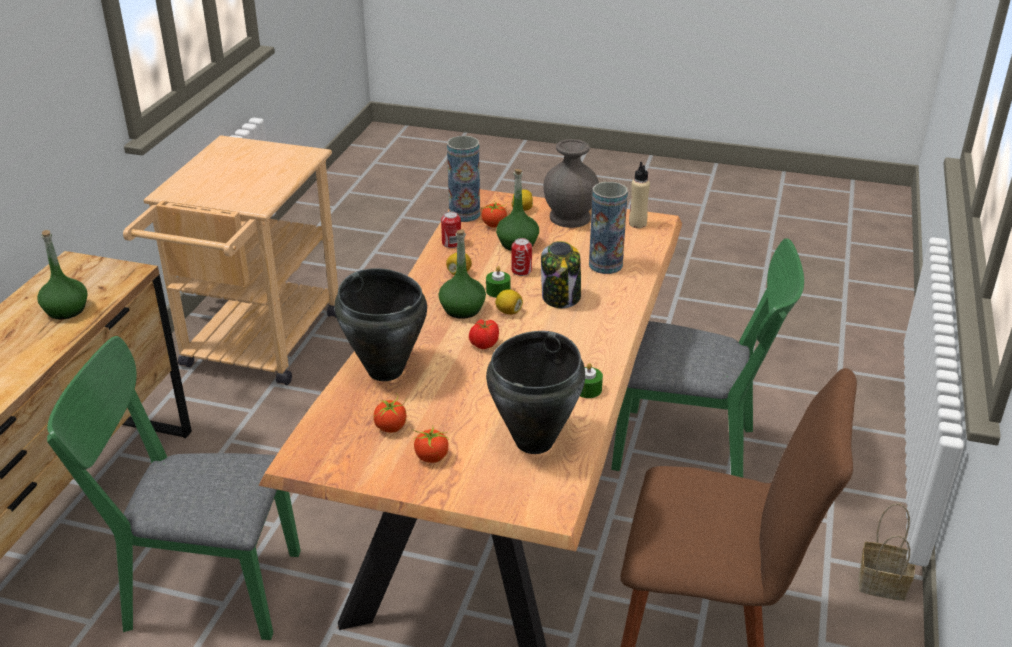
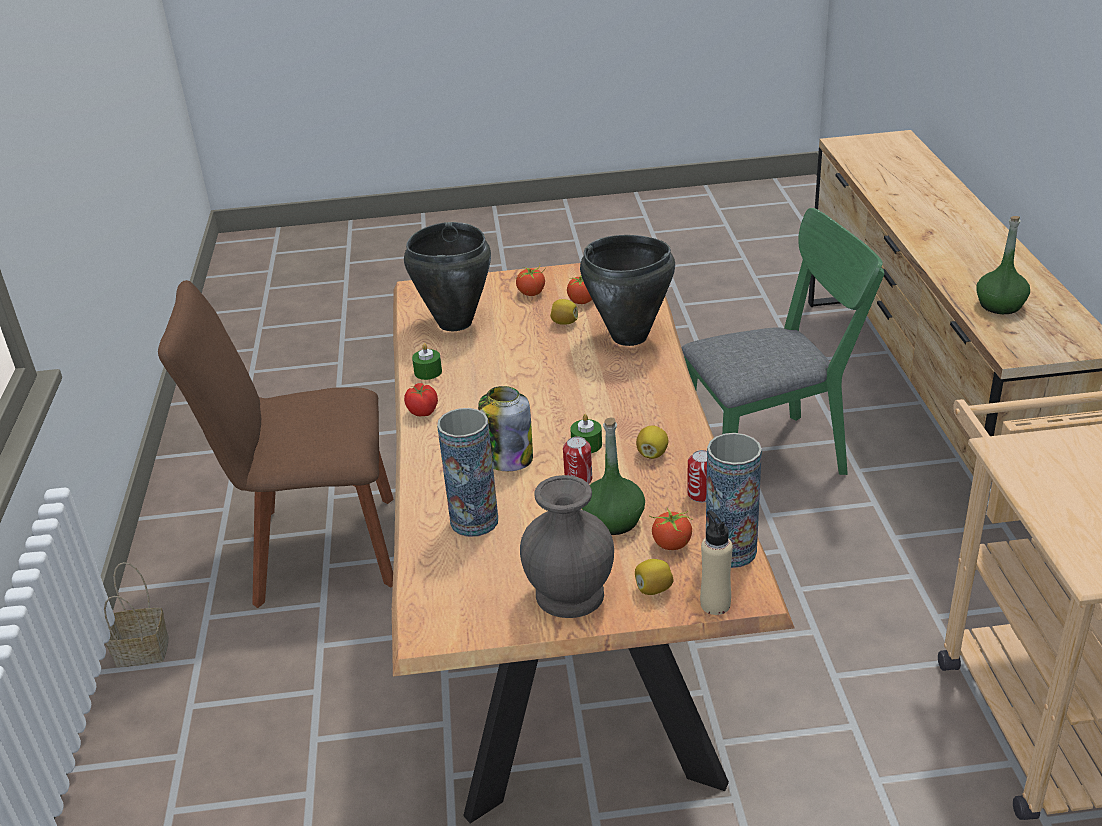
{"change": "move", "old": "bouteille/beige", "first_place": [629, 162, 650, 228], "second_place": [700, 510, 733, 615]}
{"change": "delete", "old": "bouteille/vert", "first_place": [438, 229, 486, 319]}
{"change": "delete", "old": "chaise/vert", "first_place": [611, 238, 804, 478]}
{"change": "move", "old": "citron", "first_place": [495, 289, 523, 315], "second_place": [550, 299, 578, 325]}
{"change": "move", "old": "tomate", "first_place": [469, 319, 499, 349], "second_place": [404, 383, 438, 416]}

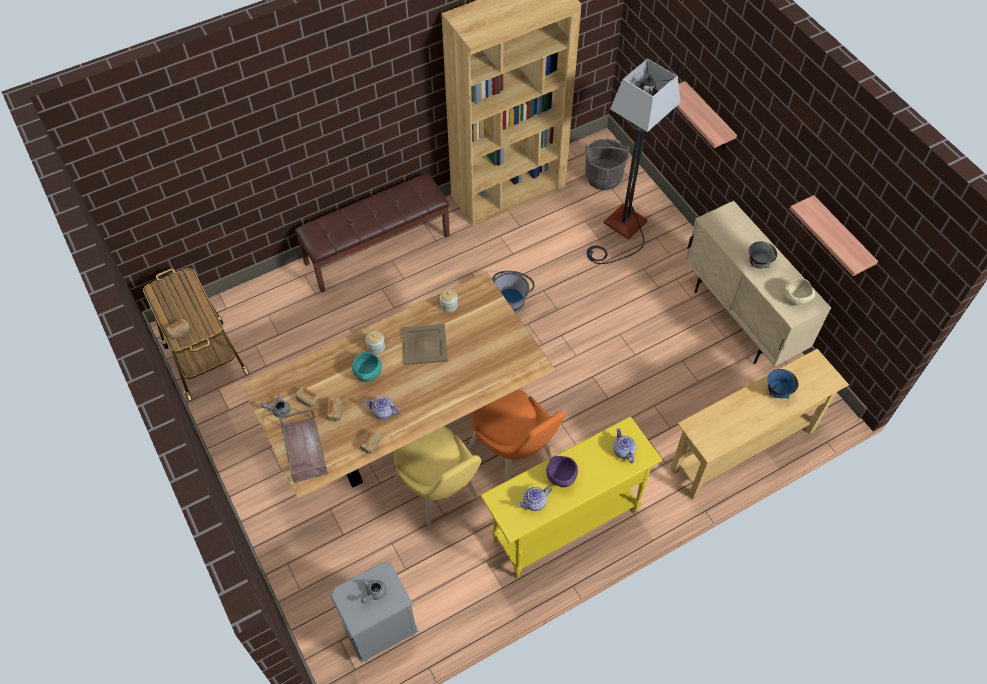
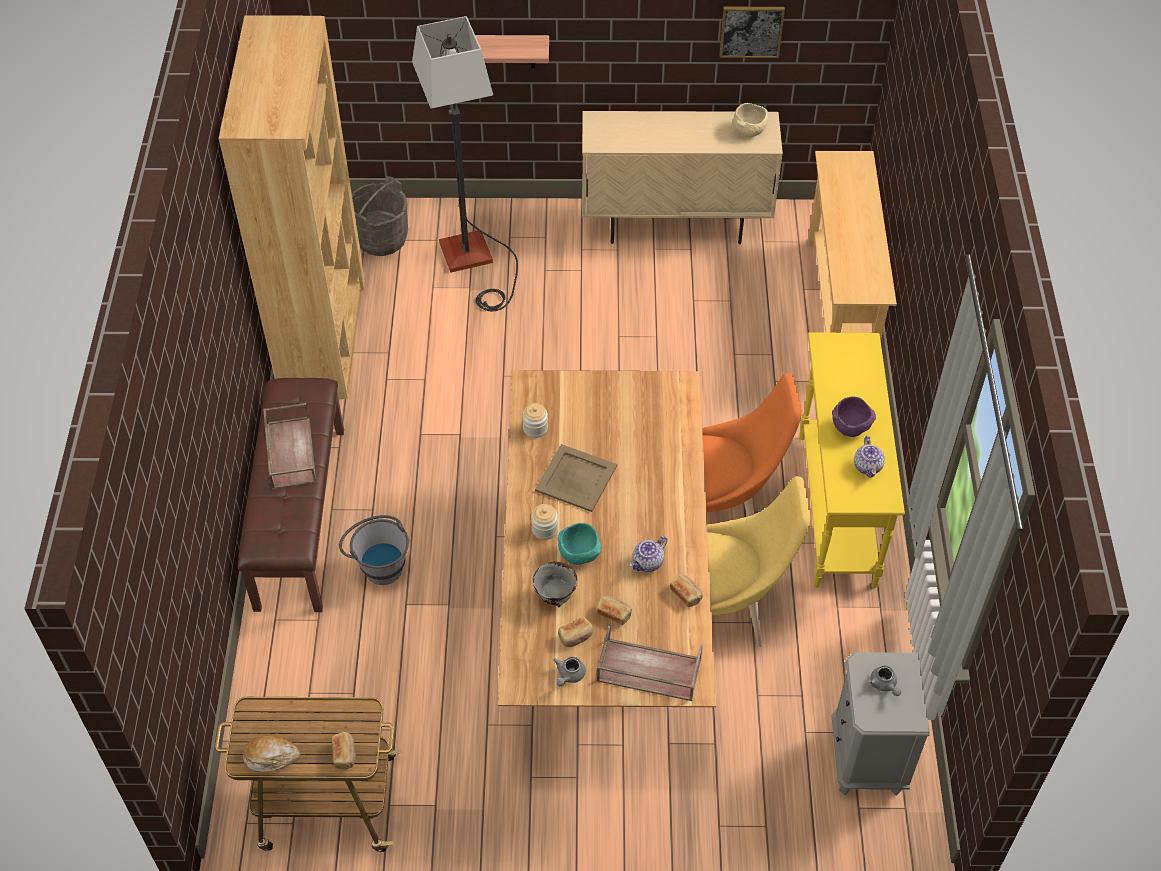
{"change": "replace", "old": "étagère", "new": "tableau", "first_place": [790, 195, 878, 276], "second_place": [720, 7, 785, 58]}
{"change": "move", "old": "bol/gris", "first_place": [749, 241, 777, 269], "second_place": [533, 562, 578, 607]}
{"change": "move", "old": "seau/gris", "first_place": [492, 271, 535, 314], "second_place": [339, 515, 409, 585]}
{"change": "delete", "old": "bol/bleu", "first_place": [767, 369, 798, 399]}
{"change": "delete", "old": "théière", "first_place": [613, 428, 636, 463]}
{"change": "insert", "new": "plateau/marron", "second_place": [263, 403, 316, 490]}
{"change": "insert", "new": "pain", "second_place": [243, 735, 300, 772]}

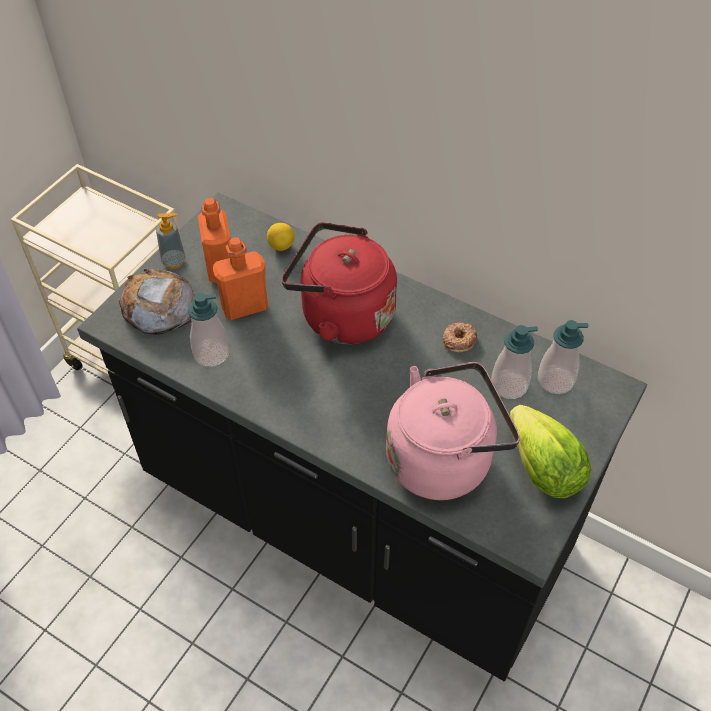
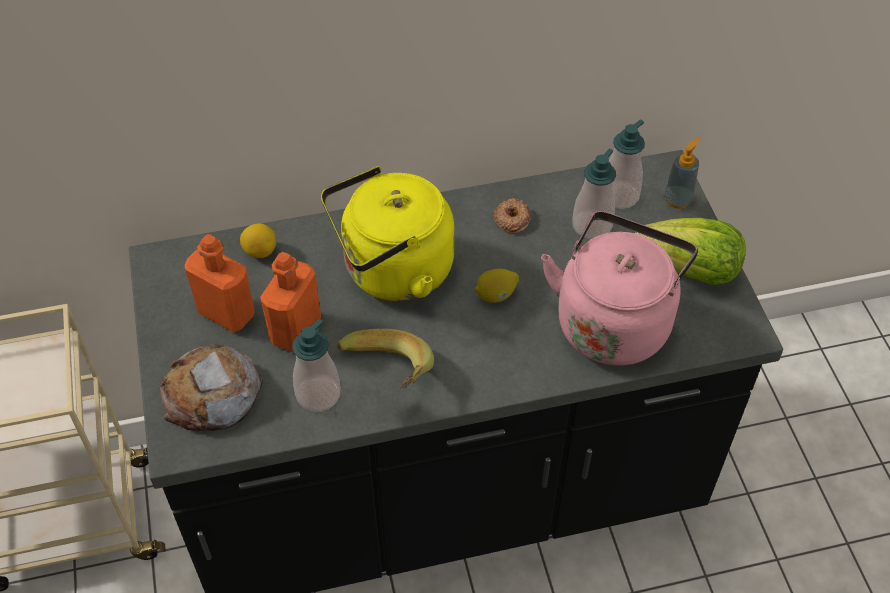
{"change": "move", "old": "distributeur de savon", "first_place": [156, 213, 186, 269], "second_place": [664, 138, 700, 209]}
{"change": "recolor", "old": "bouilloire/rouge", "new": "bouilloire/jaune", "first_place": [282, 222, 397, 345], "second_place": [321, 166, 454, 301]}
{"change": "insert", "new": "citron", "second_place": [475, 269, 519, 303]}
{"change": "insert", "new": "banane", "second_place": [337, 329, 434, 388]}

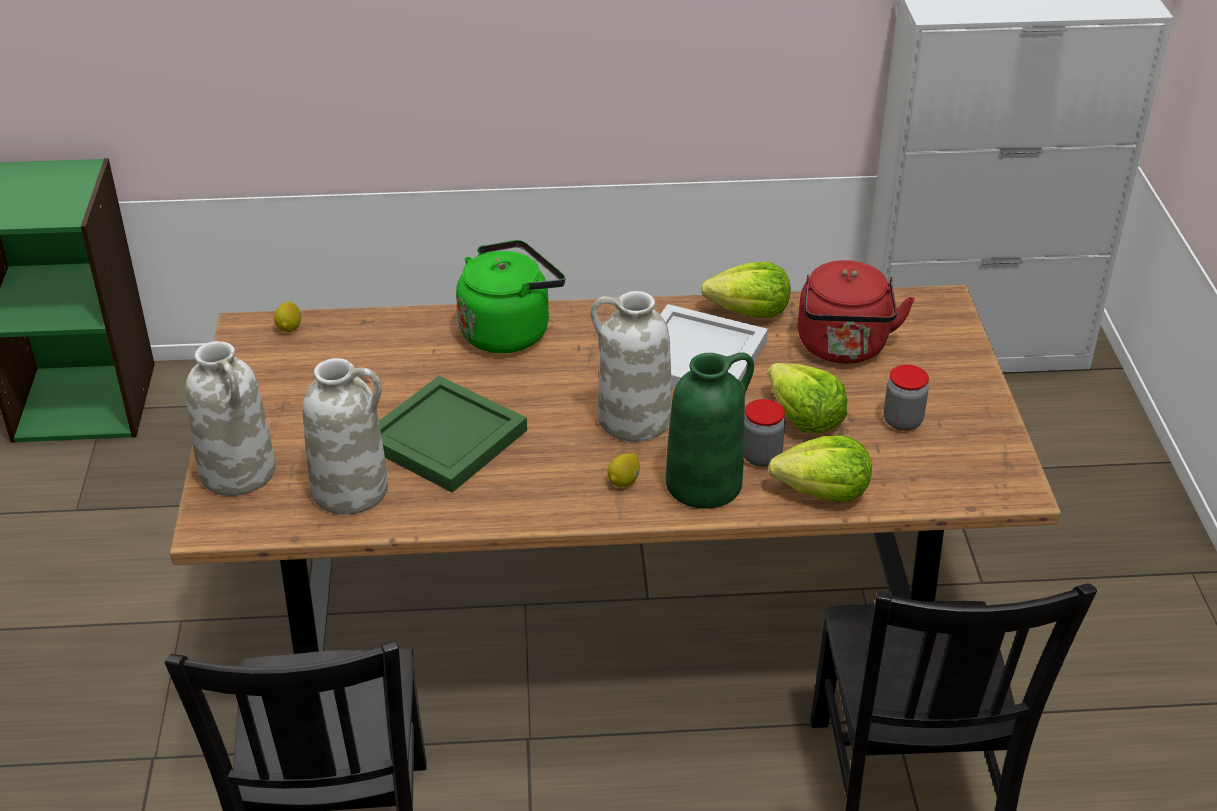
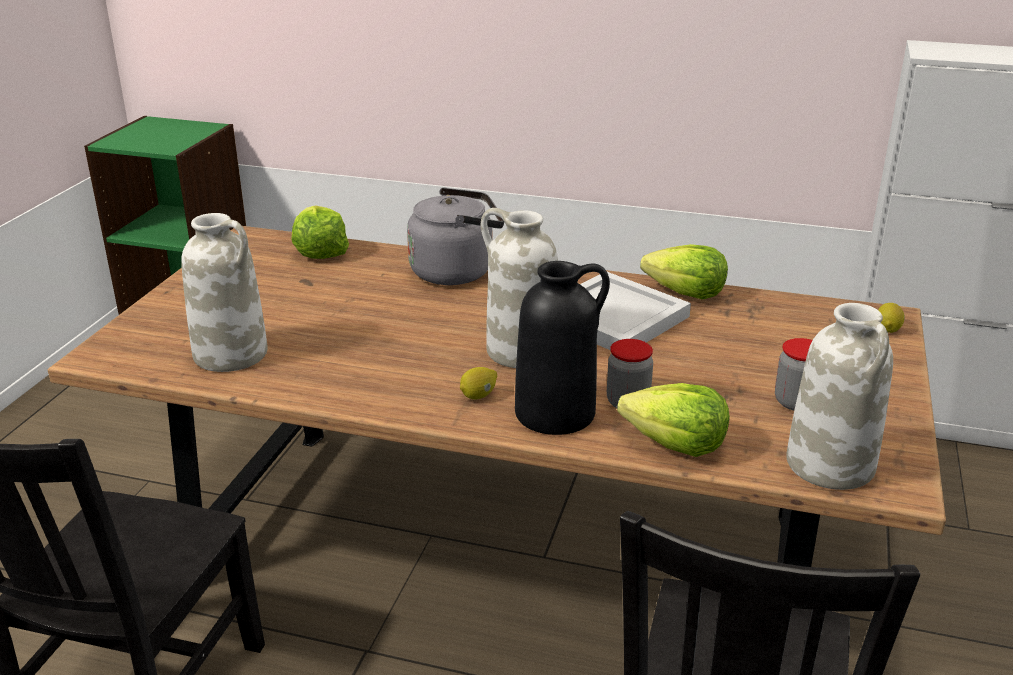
{"change": "recolor", "old": "bouilloire/vert", "new": "bouilloire/gris", "first_place": [456, 240, 565, 353], "second_place": [407, 188, 504, 285]}
{"change": "delete", "old": "bouilloire/rouge", "first_place": [798, 260, 915, 364]}
{"change": "move", "old": "citron", "first_place": [274, 302, 301, 332], "second_place": [878, 303, 905, 333]}
{"change": "move", "old": "vase/blanc", "first_place": [185, 341, 275, 496], "second_place": [786, 303, 893, 490]}
{"change": "recolor", "old": "vase/vert", "new": "vase/noir", "first_place": [666, 353, 754, 509], "second_place": [515, 261, 610, 435]}
{"change": "move", "old": "laitue", "first_place": [768, 363, 847, 434], "second_place": [291, 205, 349, 259]}
{"change": "delete", "old": "plateau/vert", "first_place": [379, 376, 527, 493]}

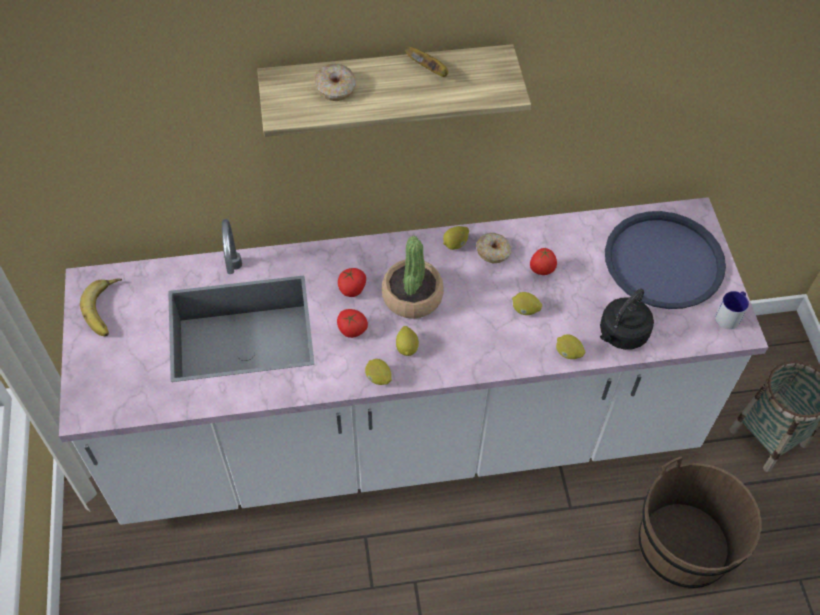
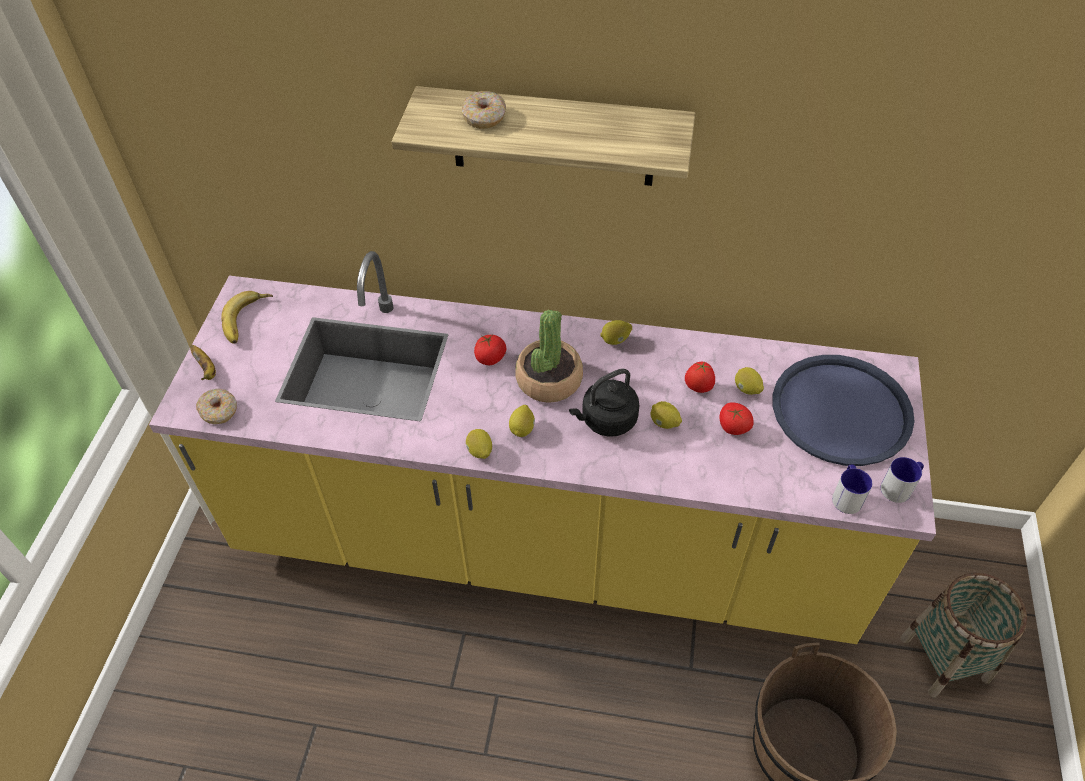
{"change": "move", "old": "banane", "first_place": [405, 47, 448, 77], "second_place": [190, 345, 216, 380]}
{"change": "recolor", "old": "comptoir de cuisine/blanc", "new": "comptoir de cuisine/jaune", "first_place": [59, 197, 768, 525], "second_place": [149, 251, 936, 644]}
{"change": "move", "old": "beignet", "first_place": [476, 233, 511, 263], "second_place": [196, 389, 237, 424]}
{"change": "move", "old": "bouilloire/noir", "first_place": [600, 288, 654, 350], "second_place": [569, 369, 639, 437]}
{"change": "move", "old": "tomate", "first_place": [337, 309, 368, 338], "second_place": [719, 402, 754, 435]}
{"change": "move", "old": "citron", "first_place": [556, 334, 585, 359], "second_place": [735, 367, 764, 395]}
{"change": "insert", "new": "mug", "second_place": [832, 465, 872, 514]}

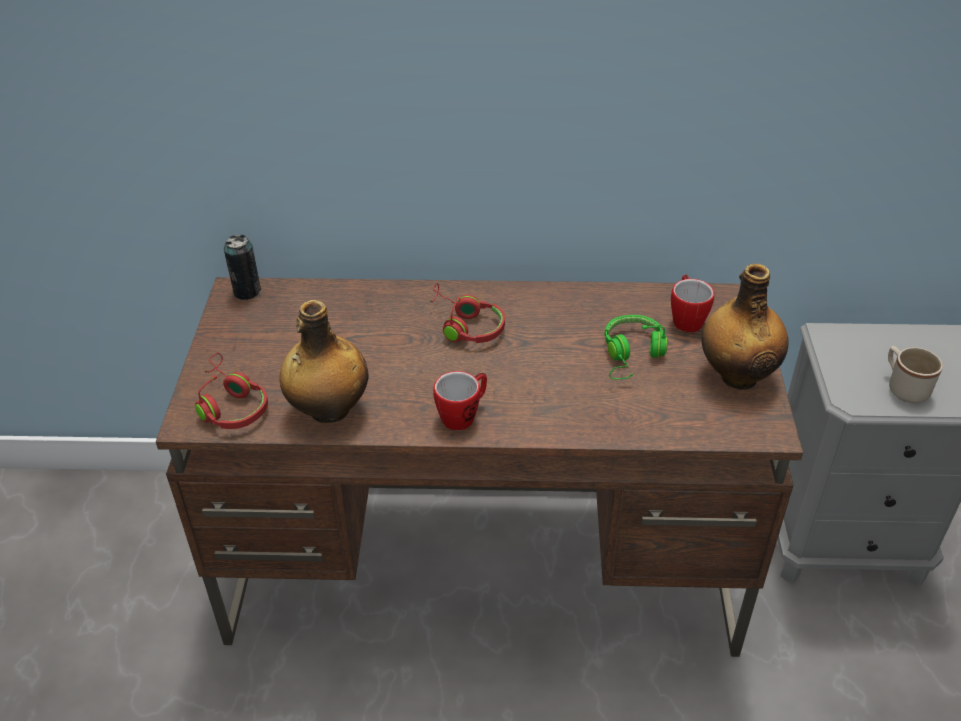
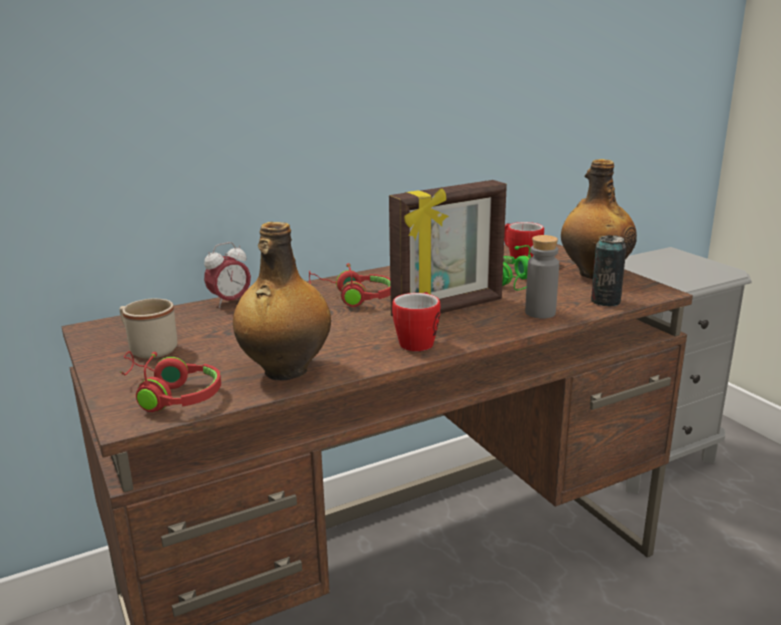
{"change": "move", "old": "boîte métallique", "first_place": [224, 235, 261, 300], "second_place": [591, 235, 626, 306]}
{"change": "move", "old": "mug/beige", "first_place": [888, 346, 943, 403], "second_place": [119, 298, 177, 359]}
{"change": "insert", "new": "cadre photo", "second_place": [389, 180, 507, 317]}
{"change": "insert", "new": "bouteille/gris", "second_place": [525, 235, 559, 319]}
{"change": "insert", "new": "réveil", "second_place": [204, 242, 251, 308]}

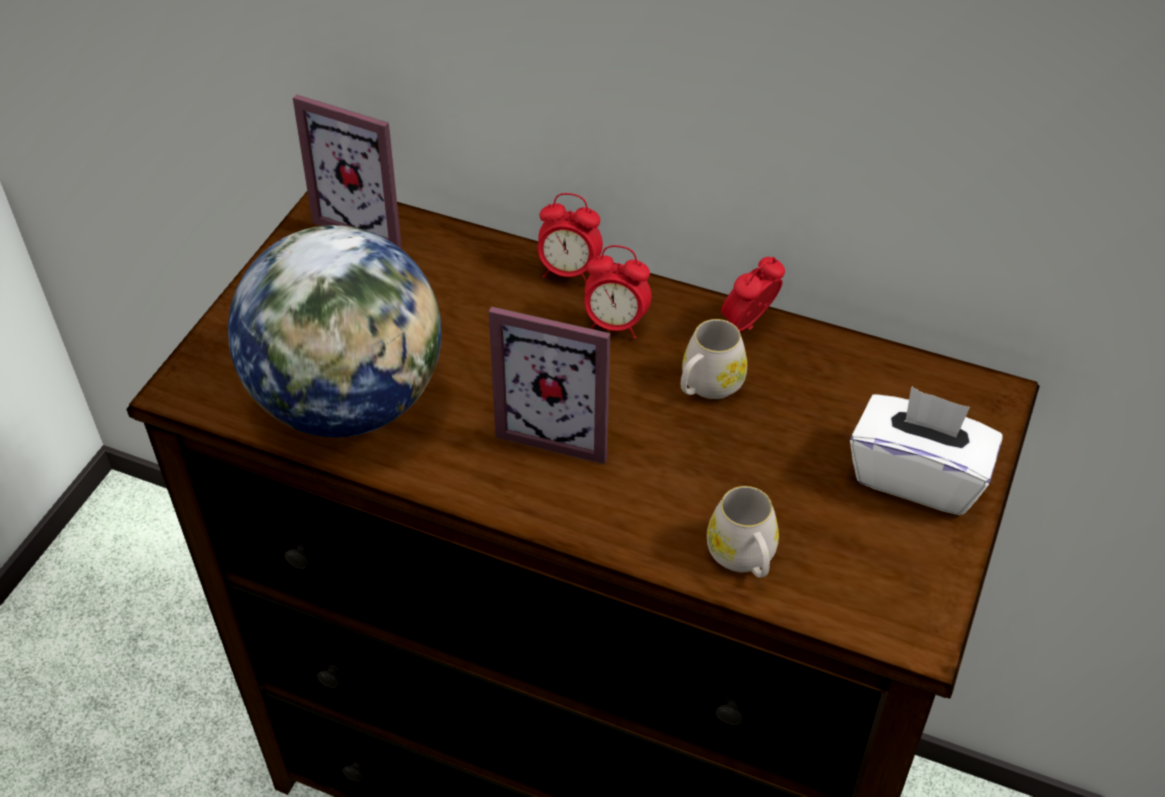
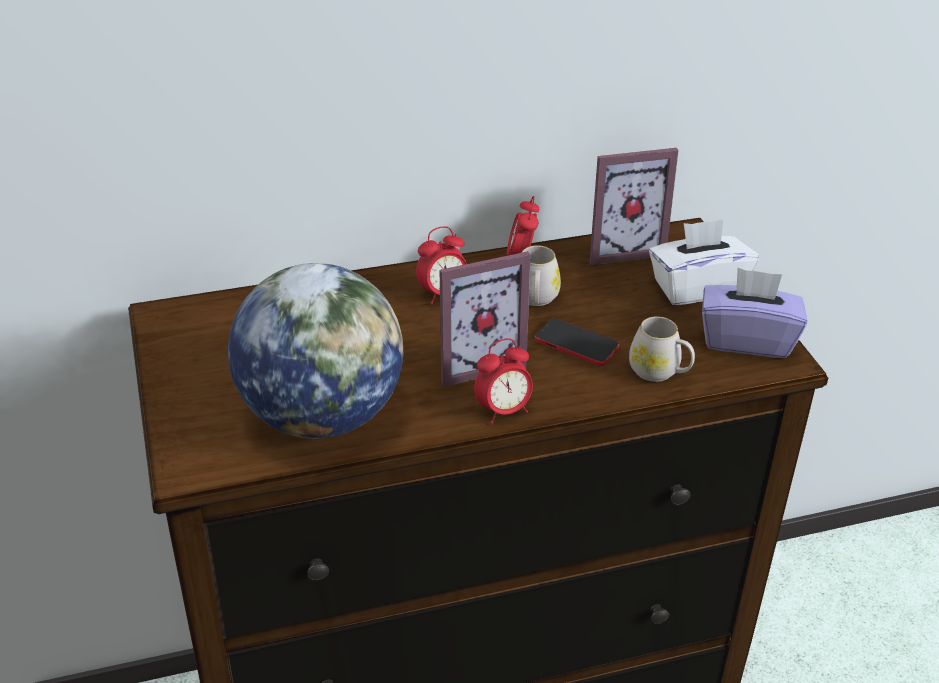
{"change": "move", "old": "cadre photo", "first_place": [293, 94, 402, 249], "second_place": [590, 148, 679, 265]}
{"change": "move", "old": "réveil", "first_place": [538, 193, 603, 284], "second_place": [474, 338, 533, 424]}
{"change": "insert", "new": "boîte à mouchoirs/violet", "second_place": [702, 268, 807, 358]}
{"change": "insert", "new": "téléphone", "second_place": [535, 318, 619, 366]}

